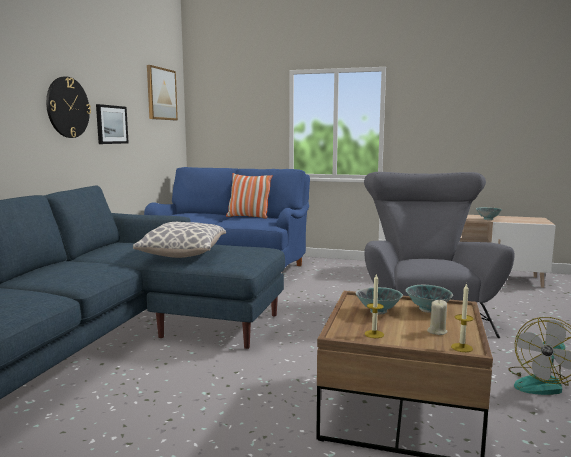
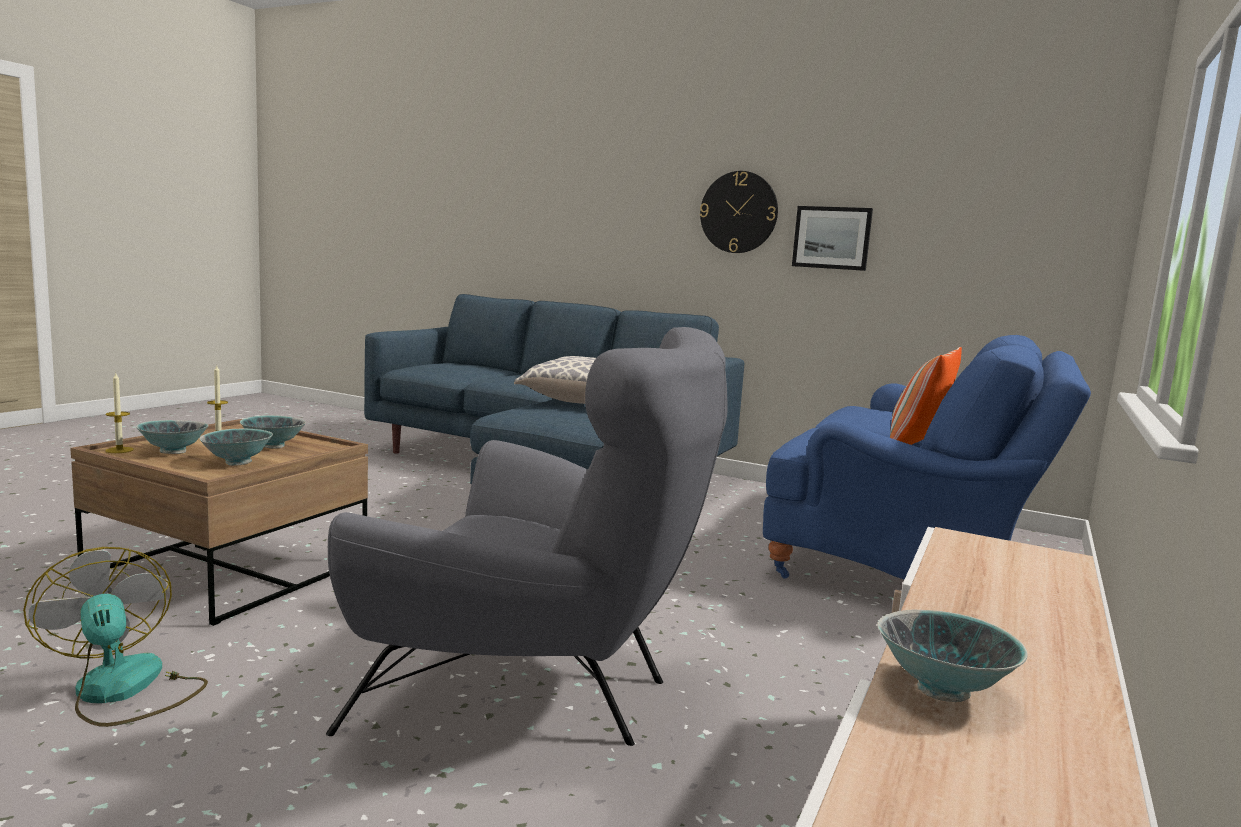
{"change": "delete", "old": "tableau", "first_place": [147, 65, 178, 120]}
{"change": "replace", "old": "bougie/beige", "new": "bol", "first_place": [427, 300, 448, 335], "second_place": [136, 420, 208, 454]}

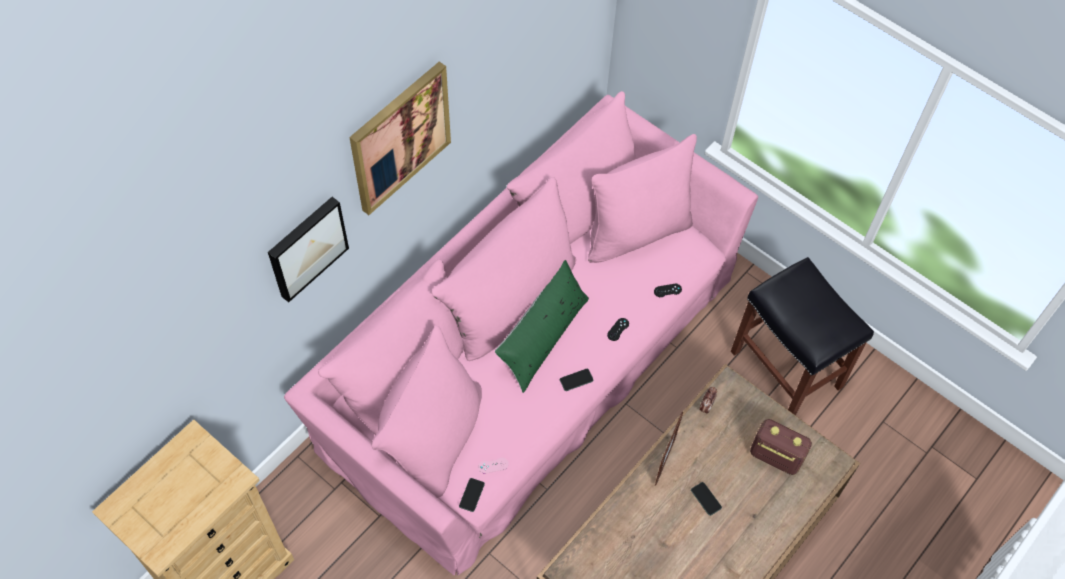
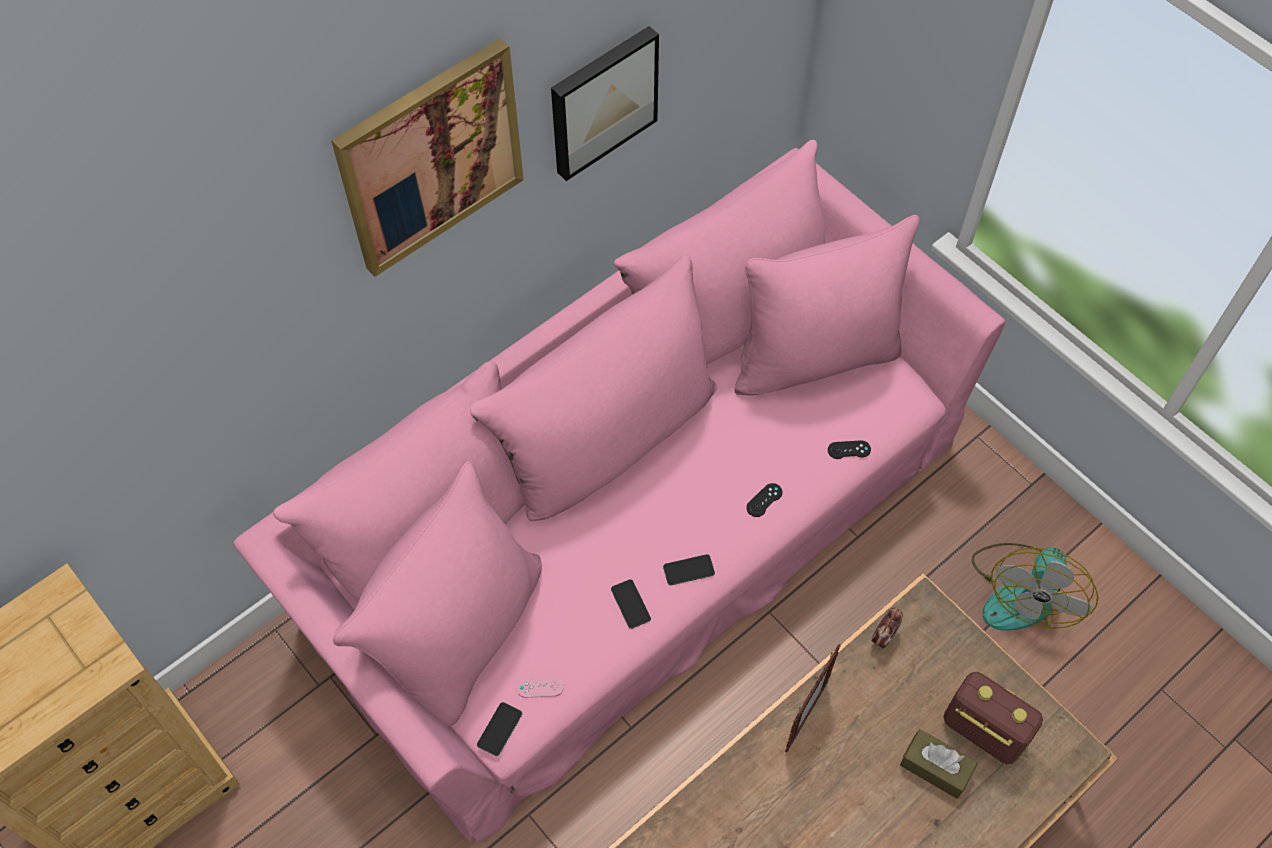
{"change": "move", "old": "tableau", "first_place": [268, 197, 349, 303], "second_place": [551, 26, 659, 181]}
{"change": "replace", "old": "tabouret/noir", "new": "ventilateur", "first_place": [731, 257, 874, 415], "second_place": [972, 543, 1098, 631]}
{"change": "delete", "old": "coussin/vert", "first_place": [495, 260, 589, 393]}
{"change": "move", "old": "téléphone", "first_place": [691, 482, 722, 516], "second_place": [611, 579, 651, 629]}
{"change": "insert", "new": "boîte à mouchoirs/marron", "second_place": [900, 729, 978, 799]}

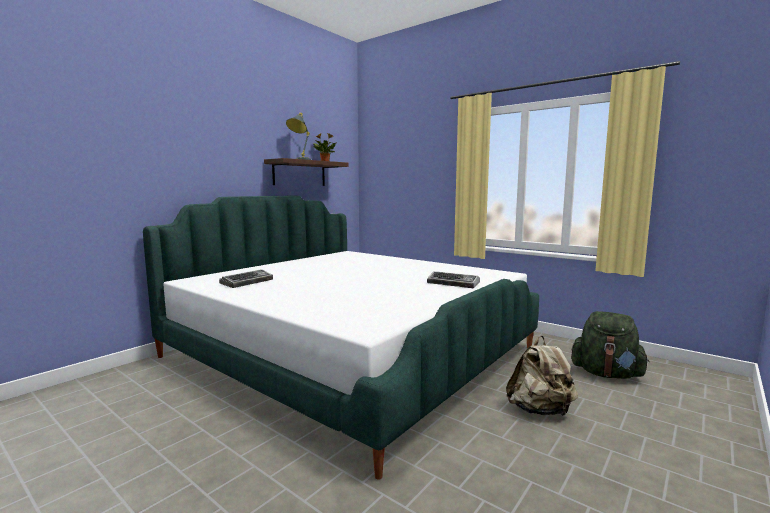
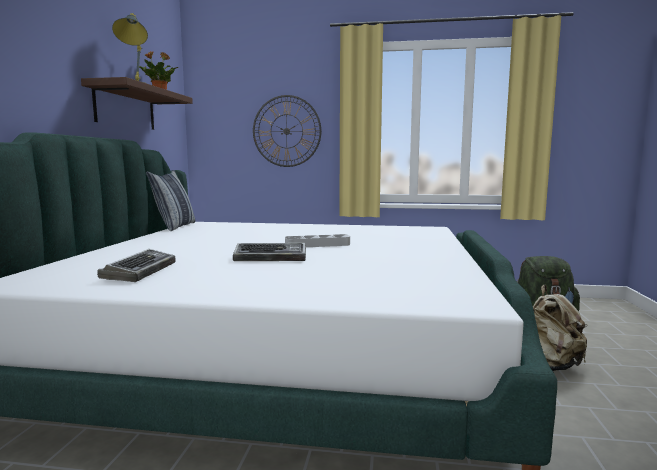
{"change": "move", "old": "clavier", "first_place": [427, 271, 480, 288], "second_place": [233, 243, 306, 261]}
{"change": "insert", "new": "horloge murale", "second_place": [253, 95, 321, 167]}
{"change": "insert", "new": "coussin", "second_place": [146, 170, 196, 231]}
{"change": "insert", "new": "plateau/gris", "second_place": [285, 234, 350, 247]}

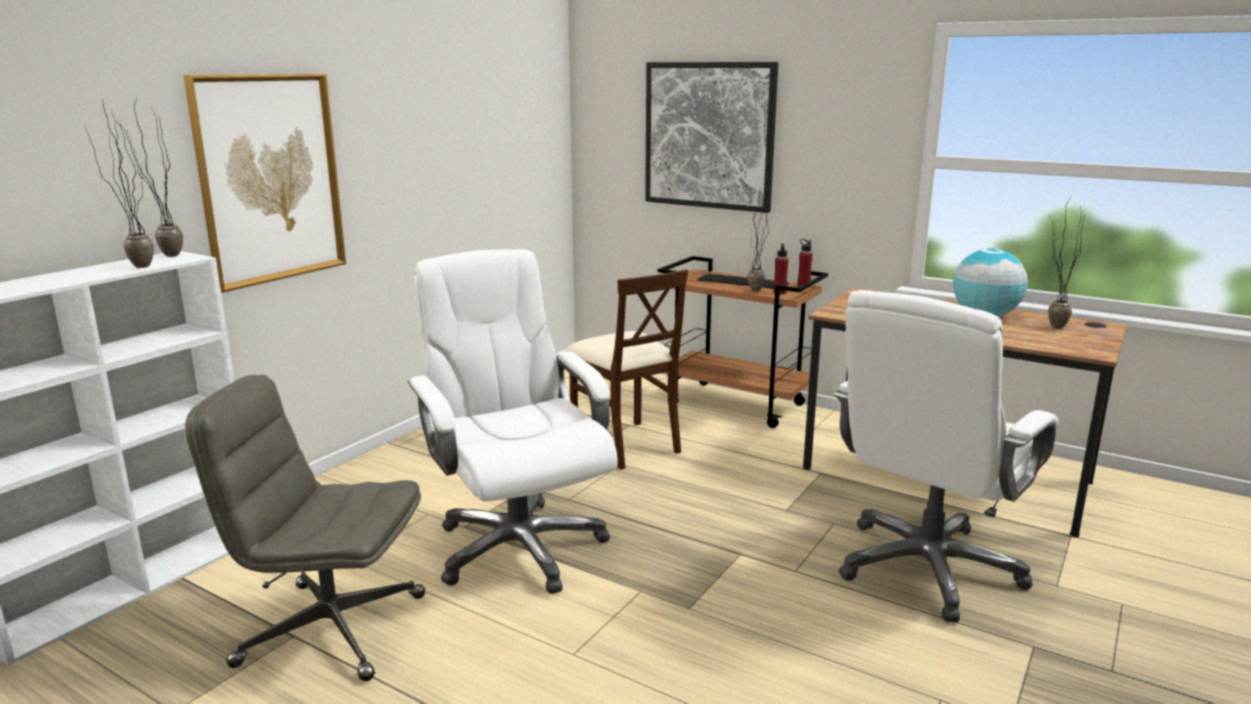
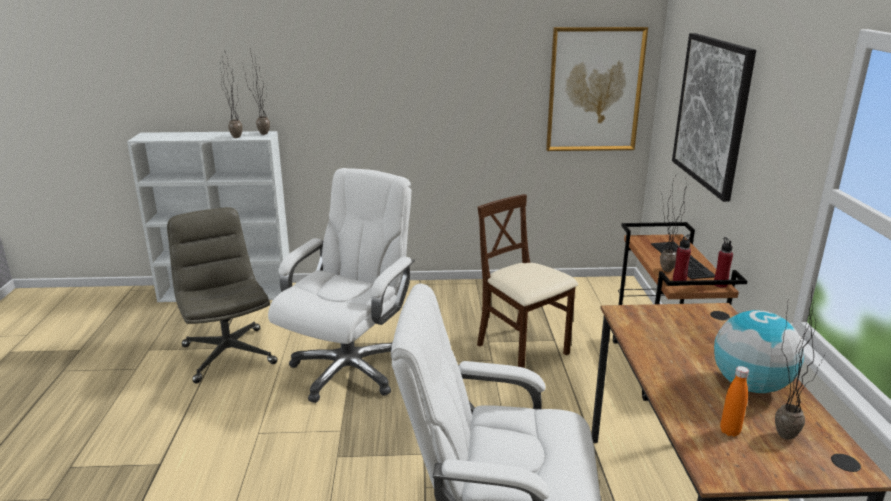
{"change": "move", "old": "tableau", "first_place": [184, 74, 346, 293], "second_place": [546, 27, 648, 151]}
{"change": "rotate", "old": "chaise/beige", "first_place": [566, 269, 688, 470], "second_place": [477, 194, 578, 368], "degrees": 120}
{"change": "insert", "new": "bouteille/orange", "second_place": [720, 366, 749, 437]}

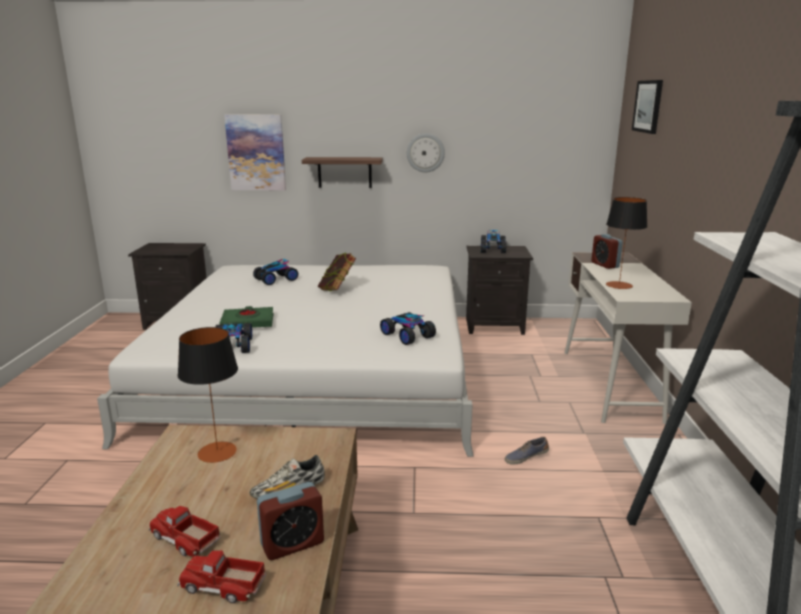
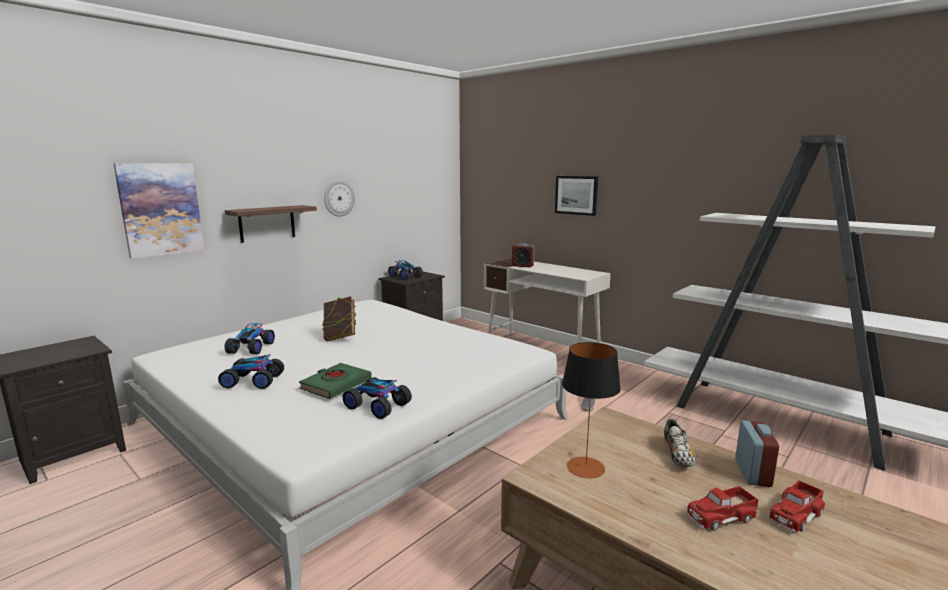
{"change": "move", "old": "tableau", "first_place": [632, 80, 663, 134], "second_place": [555, 176, 598, 216]}
{"change": "delete", "old": "lampe de table", "first_place": [606, 197, 648, 289]}
{"change": "move", "old": "petite voiture", "first_place": [380, 312, 436, 345], "second_place": [218, 354, 284, 389]}

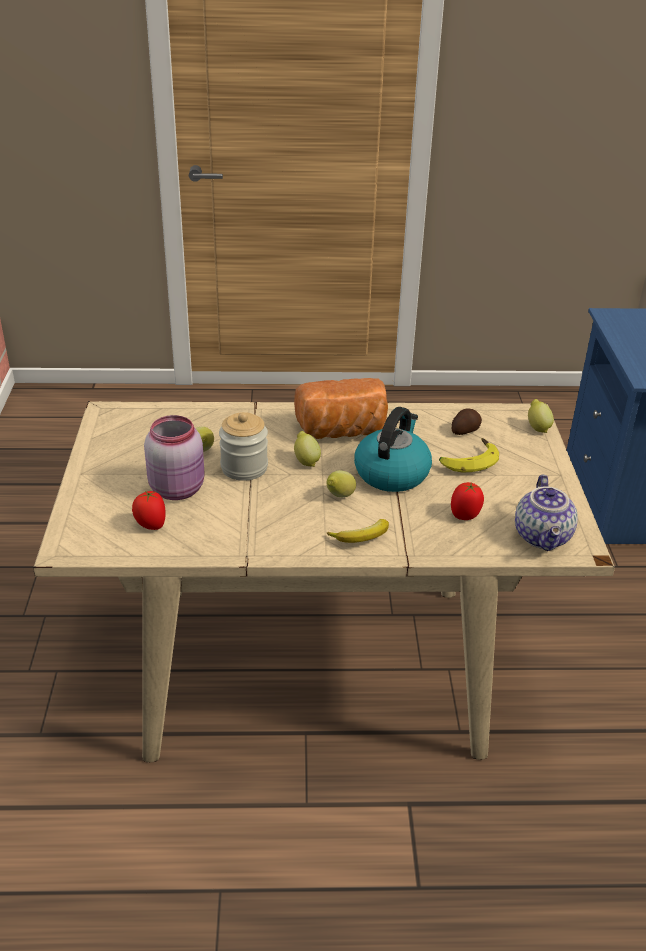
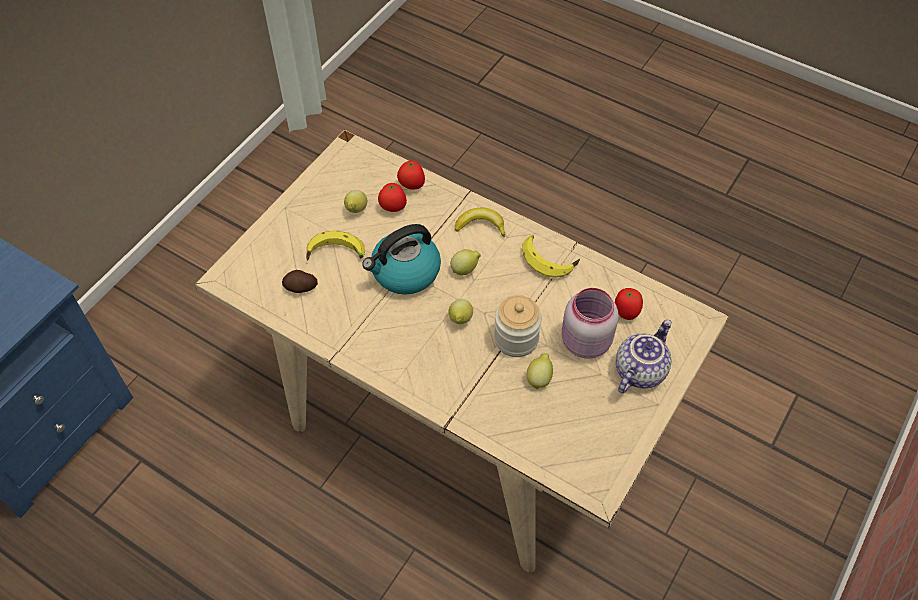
{"change": "delete", "old": "pain", "first_place": [294, 378, 388, 439]}
{"change": "move", "old": "citron", "first_place": [528, 399, 554, 433], "second_place": [344, 190, 367, 213]}
{"change": "move", "old": "théière", "first_place": [515, 474, 578, 551], "second_place": [616, 320, 672, 393]}
{"change": "insert", "new": "tomate", "second_place": [397, 160, 425, 190]}
{"change": "insert", "new": "banane", "second_place": [522, 236, 580, 278]}

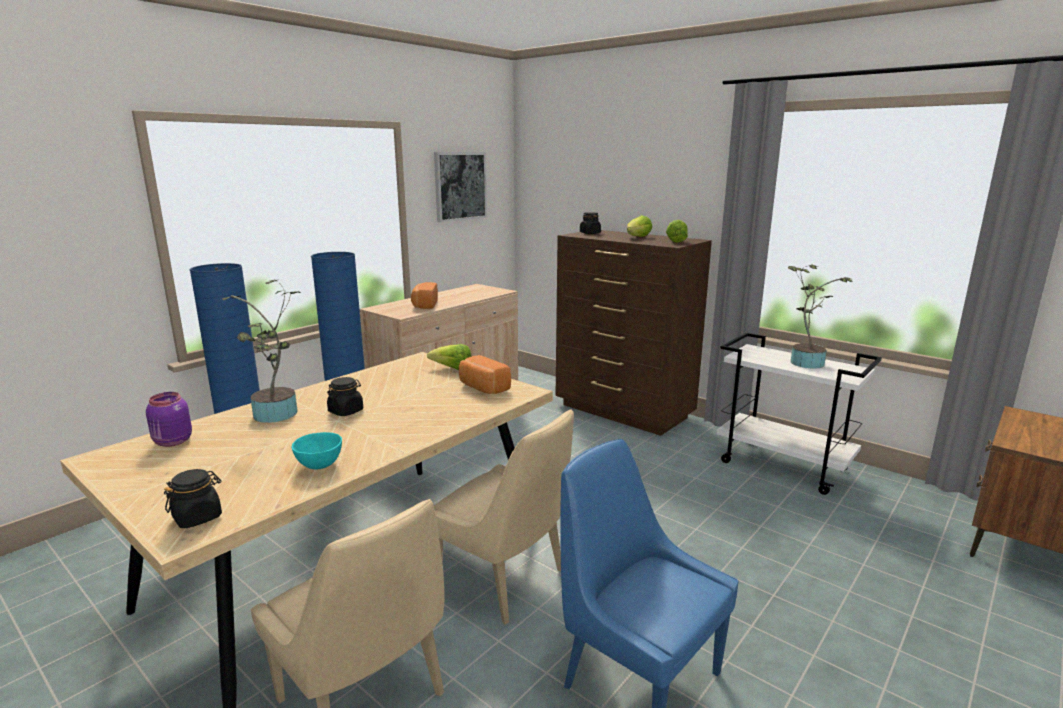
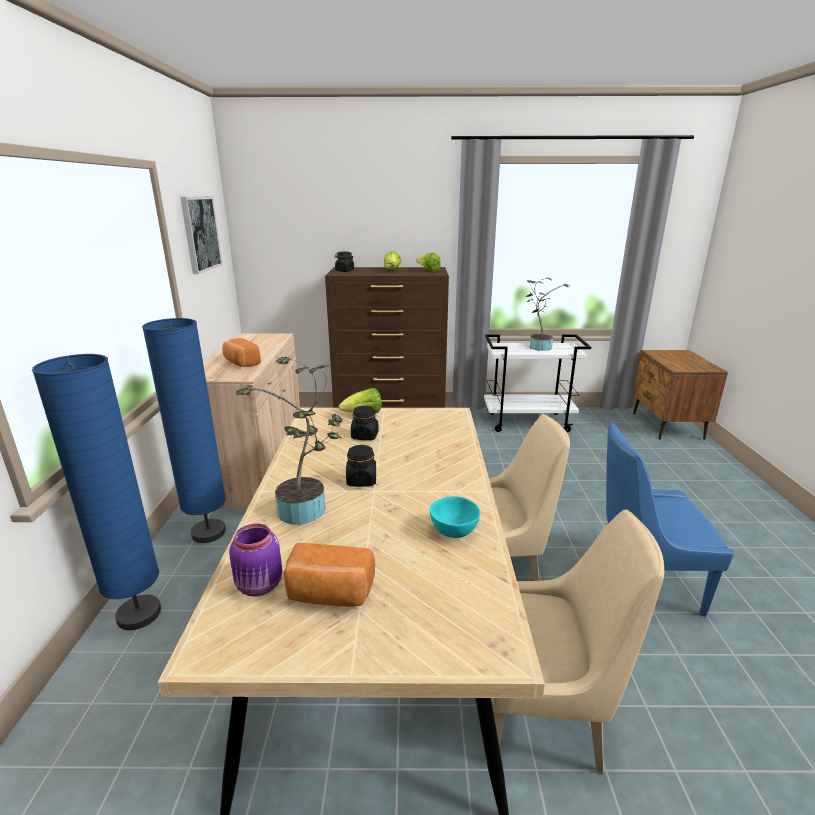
{"change": "move", "old": "pain", "first_place": [459, 355, 511, 394], "second_place": [283, 543, 375, 607]}
{"change": "move", "old": "bocal/noir", "first_place": [164, 469, 222, 528], "second_place": [351, 406, 379, 440]}

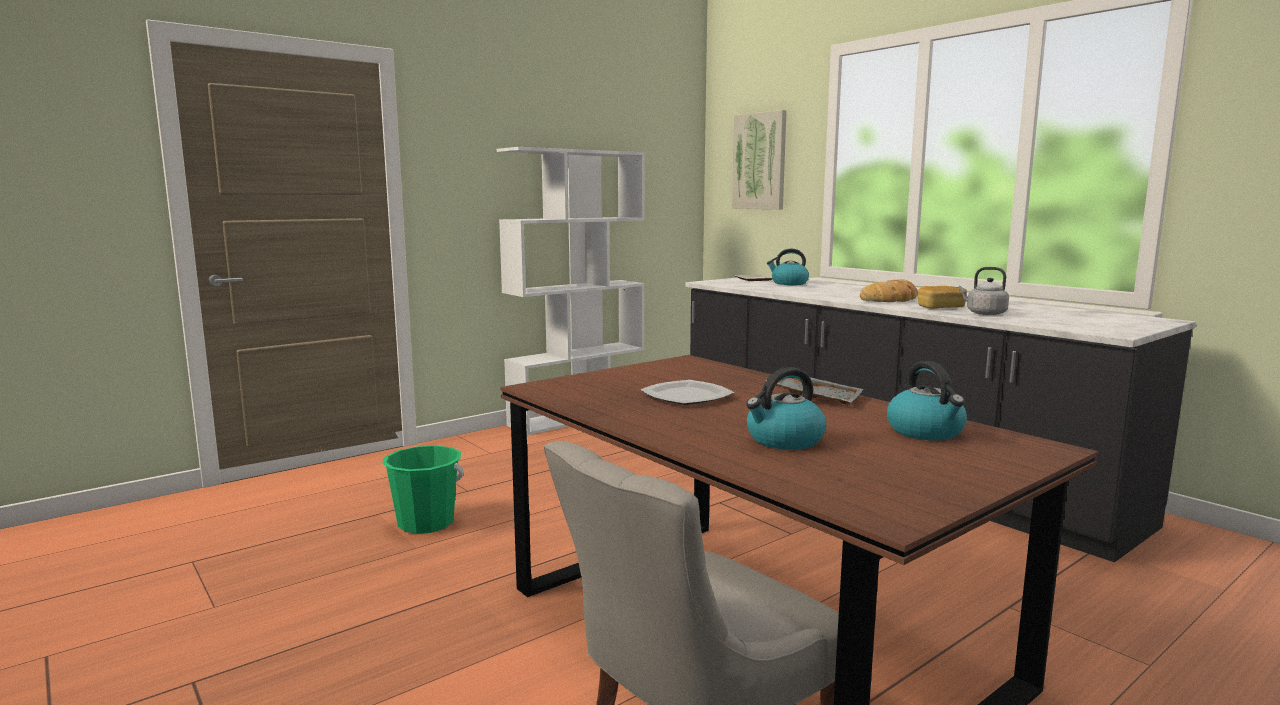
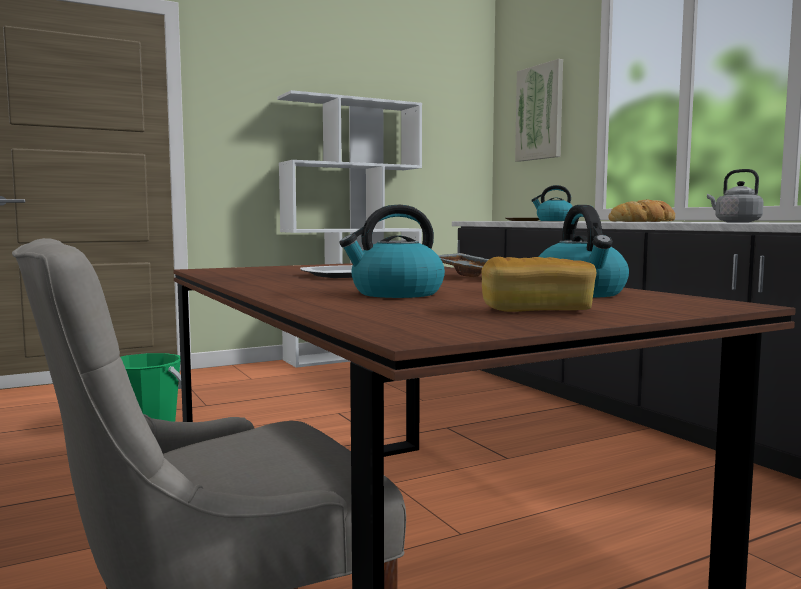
{"change": "move", "old": "pain", "first_place": [918, 286, 967, 309], "second_place": [482, 257, 596, 312]}

